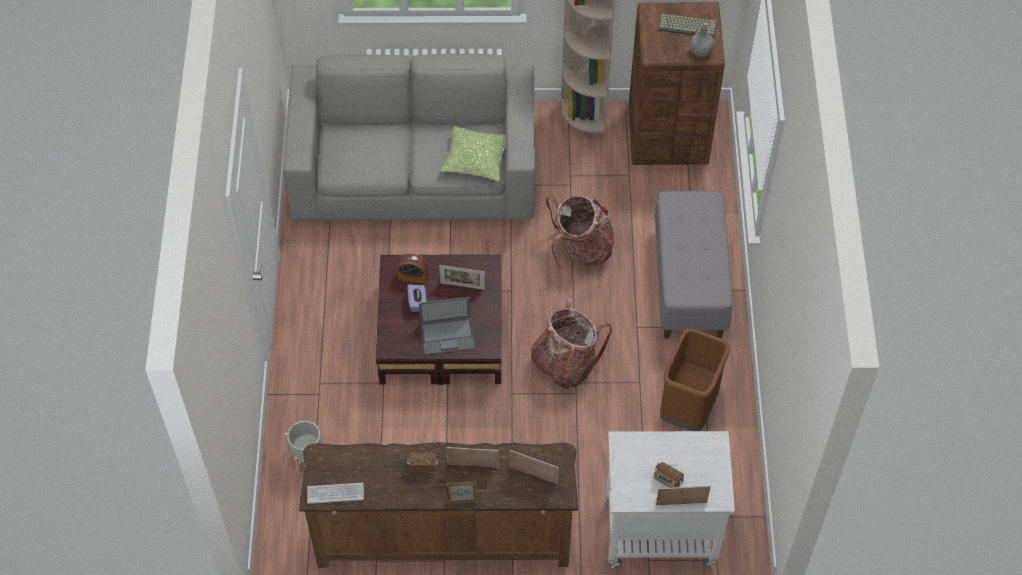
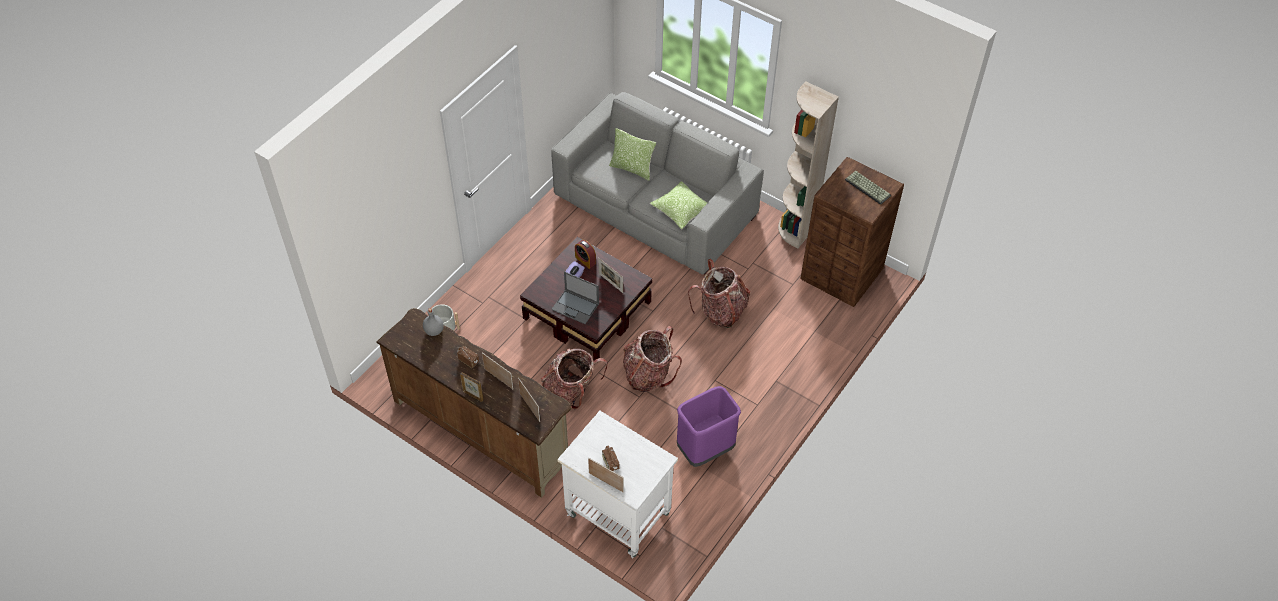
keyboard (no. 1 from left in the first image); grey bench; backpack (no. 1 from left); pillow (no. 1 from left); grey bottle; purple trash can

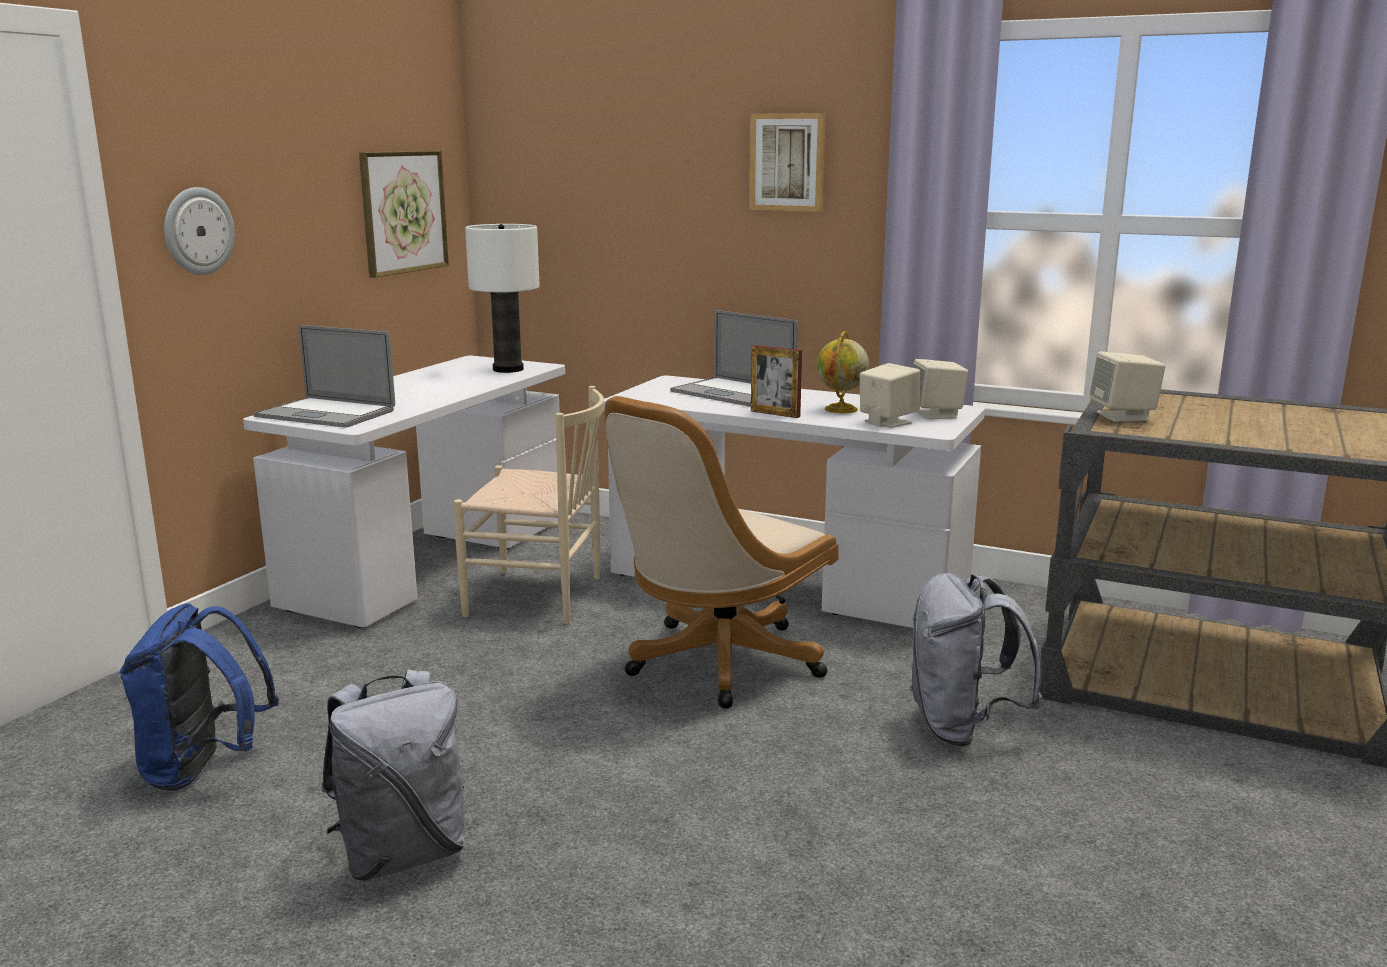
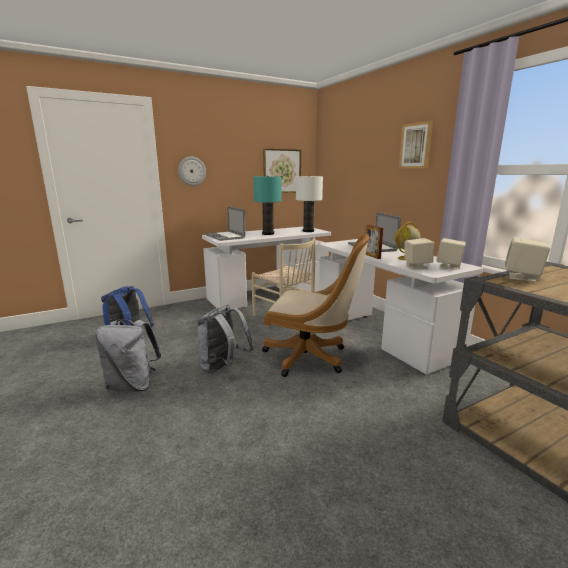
turquoise table lamp; grey backpack (no. 2 from left); office chair

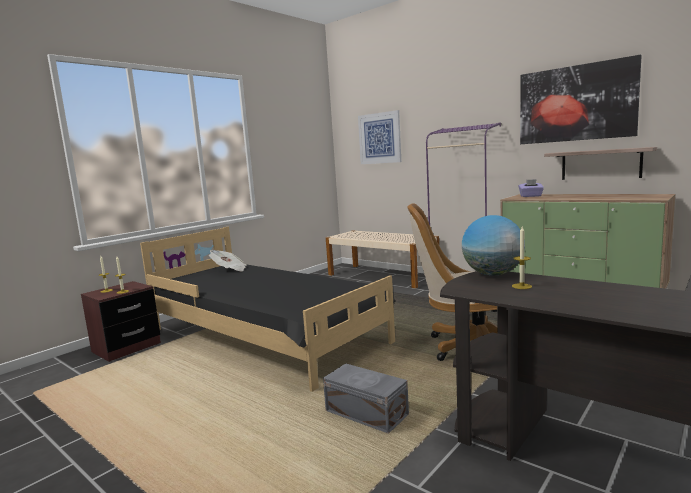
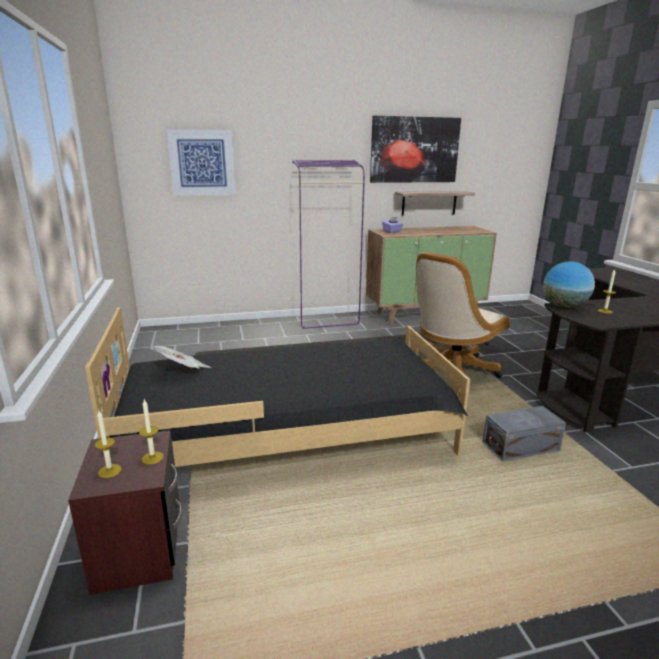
beige bench

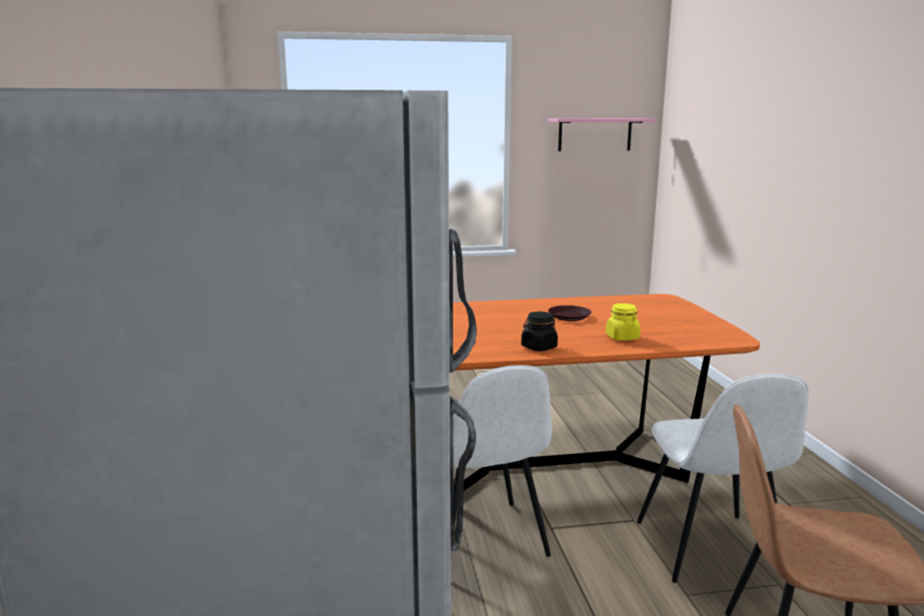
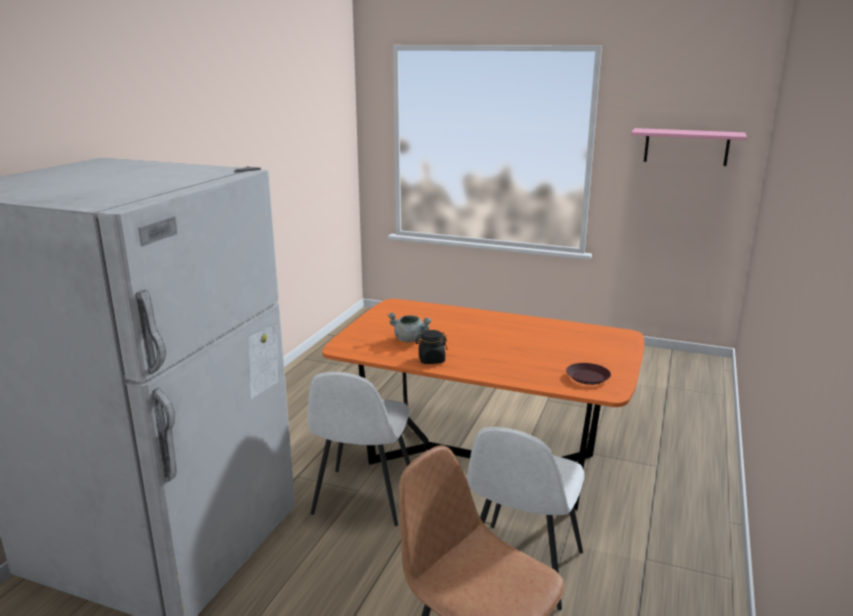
yellow jar; grey cooking pot; brown plate

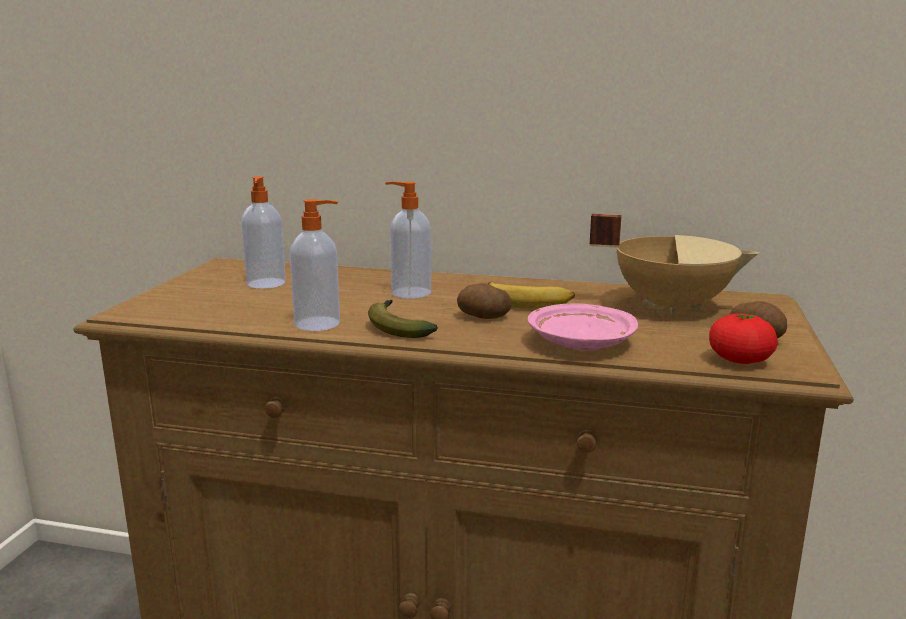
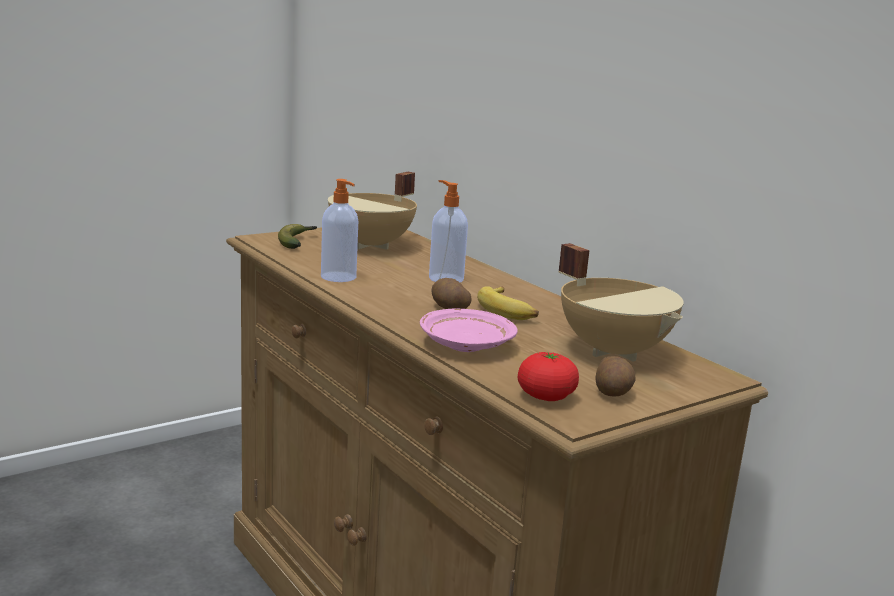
banana (no. 1 from left); beige cooking pot (no. 1 from left)

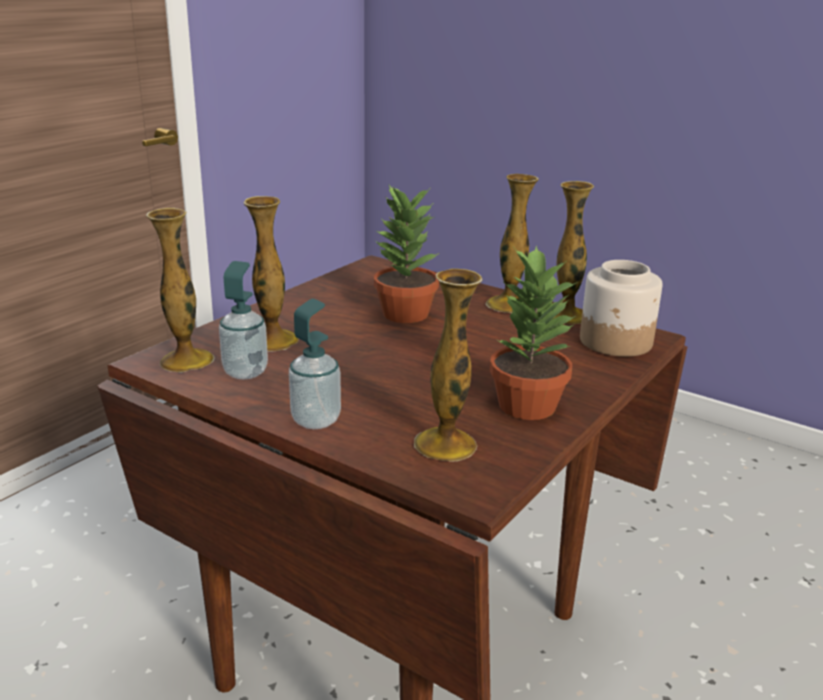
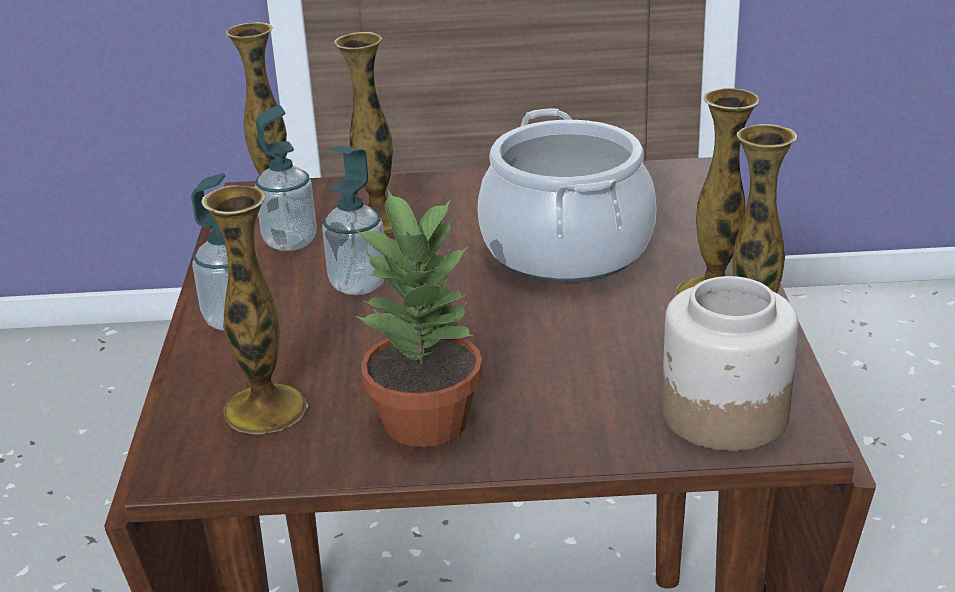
soap dispenser (no. 3 from left); cooking pot

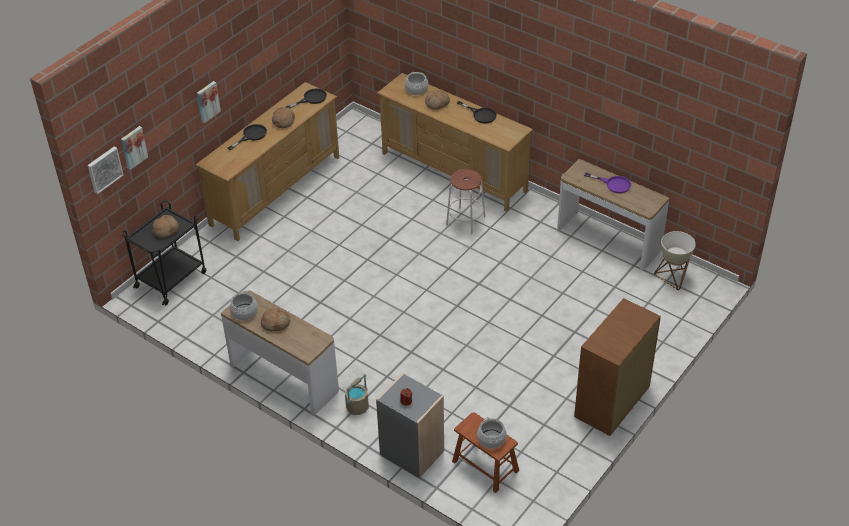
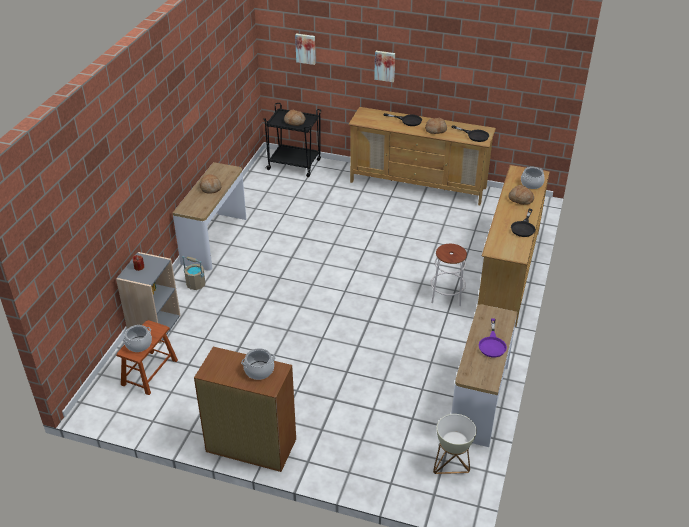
picture (no. 1 from left in the first image); cooking pot (no. 2 from left)

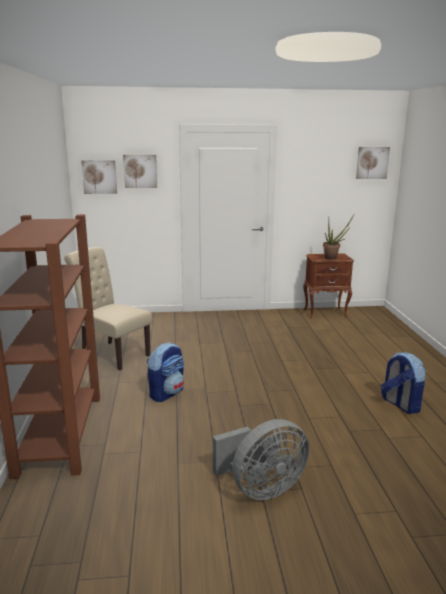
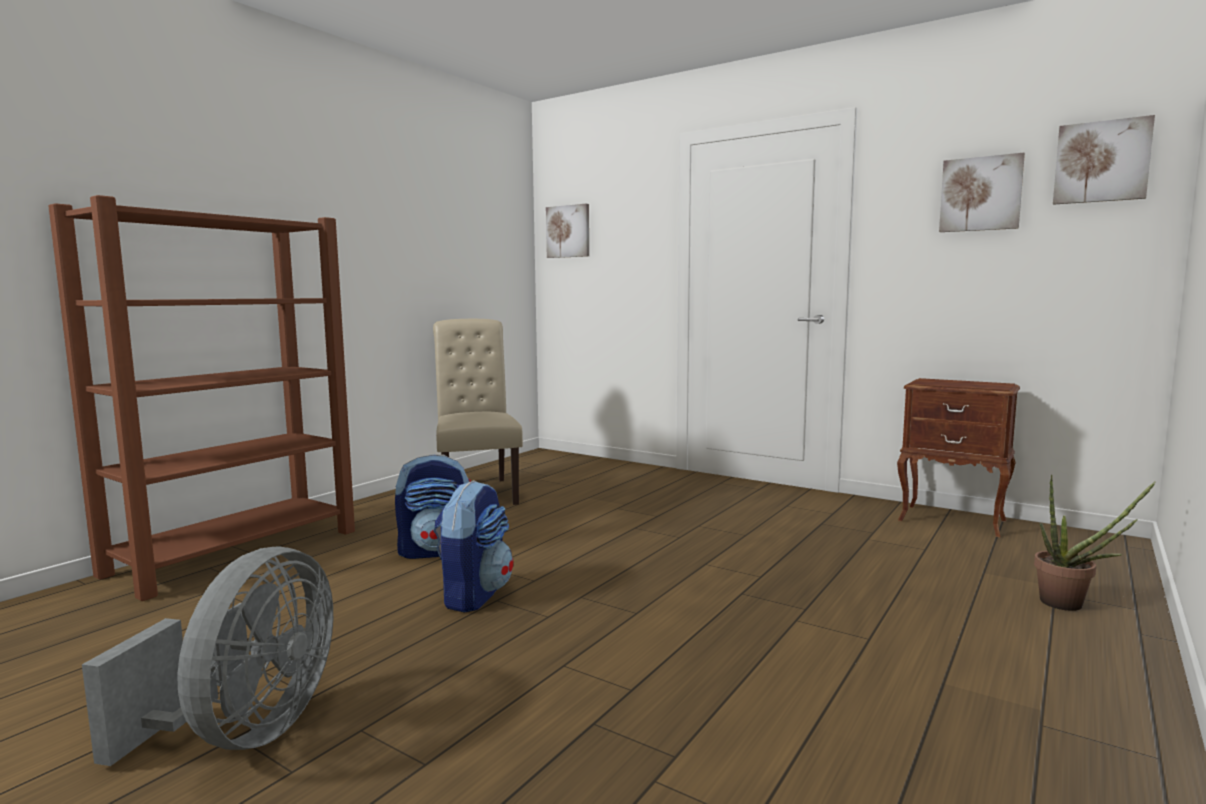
picture (no. 2 from left); potted plant; backpack (no. 2 from left); grey fan

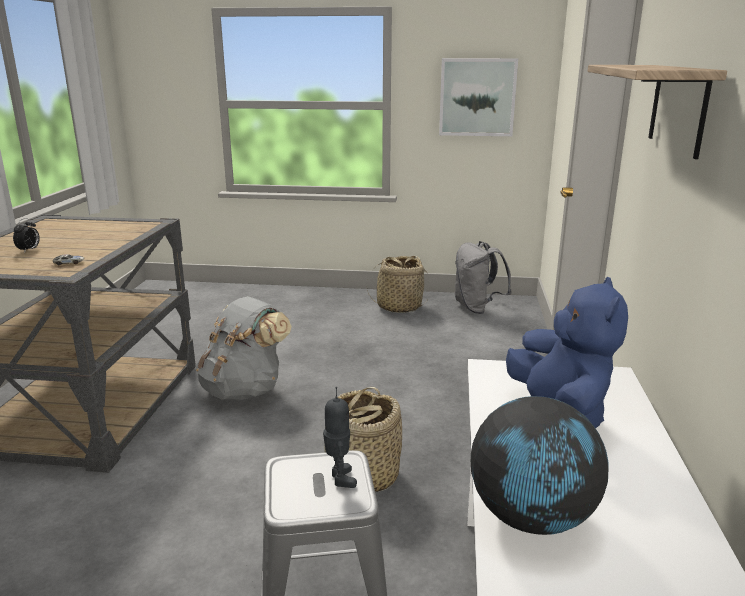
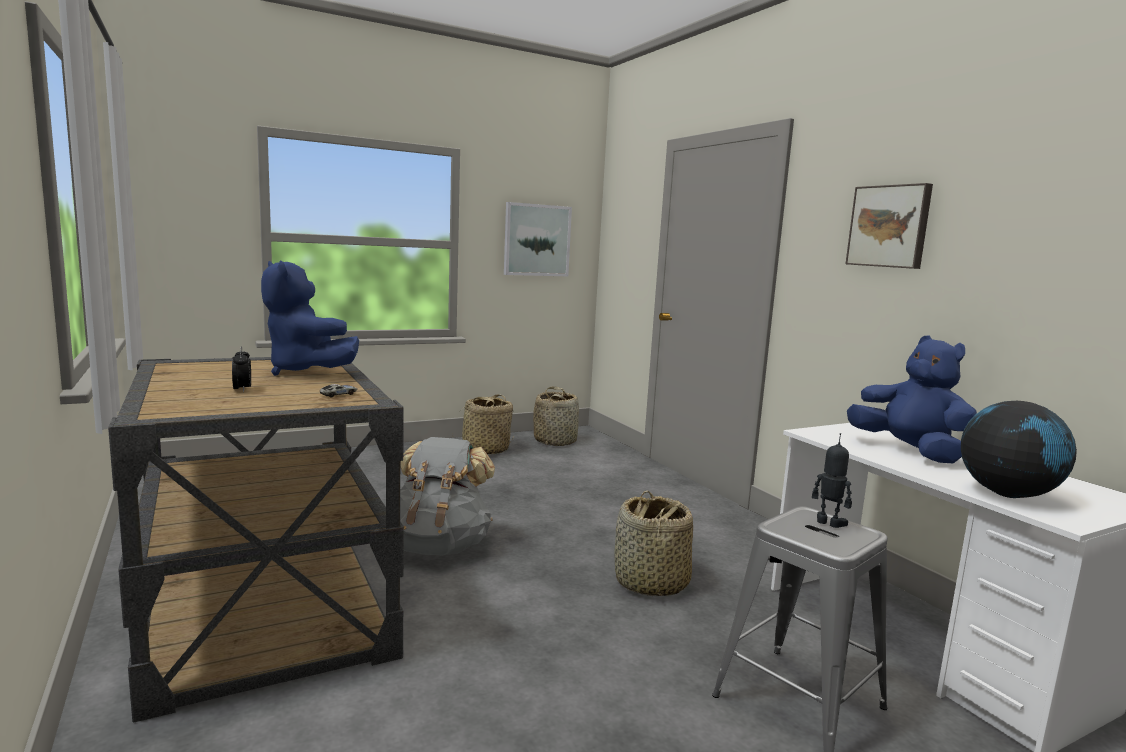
blue plush toy (no. 1 from left); basket (no. 2 from left); picture (no. 2 from left)

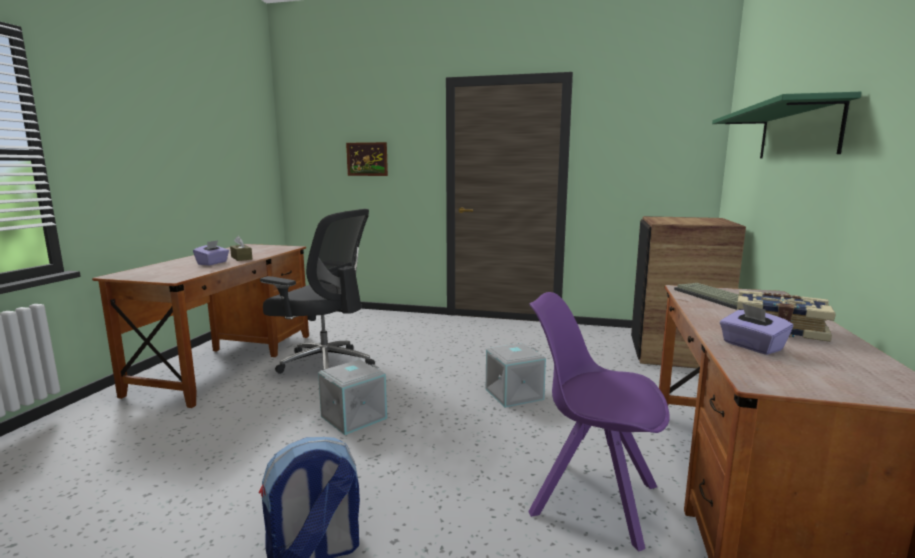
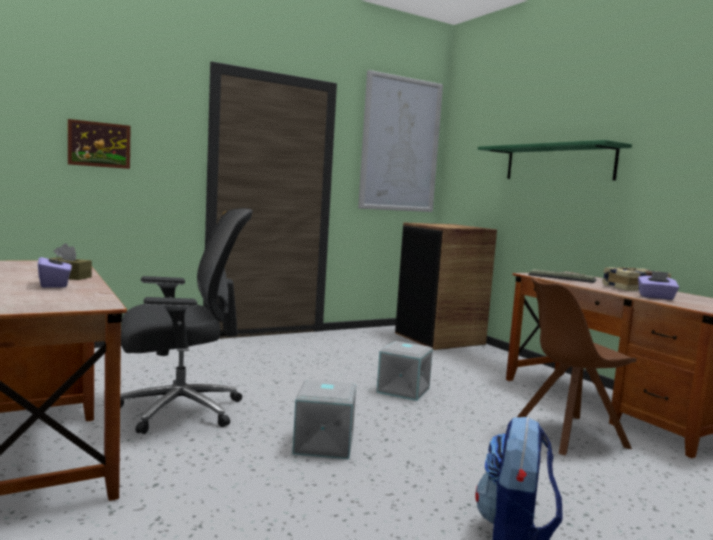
picture (no. 2 from left); brown chair

